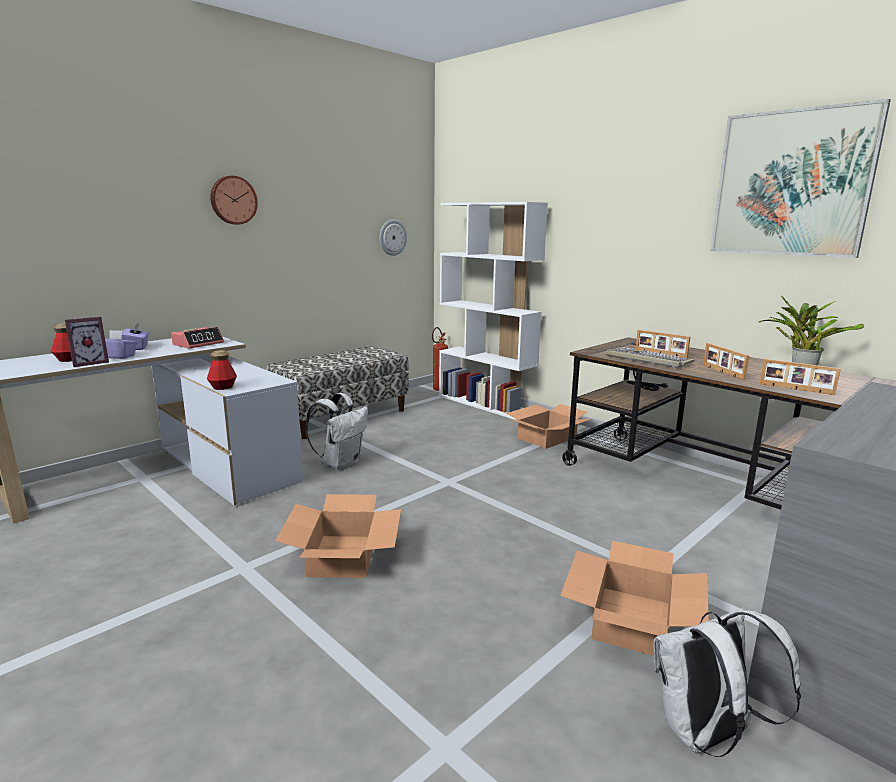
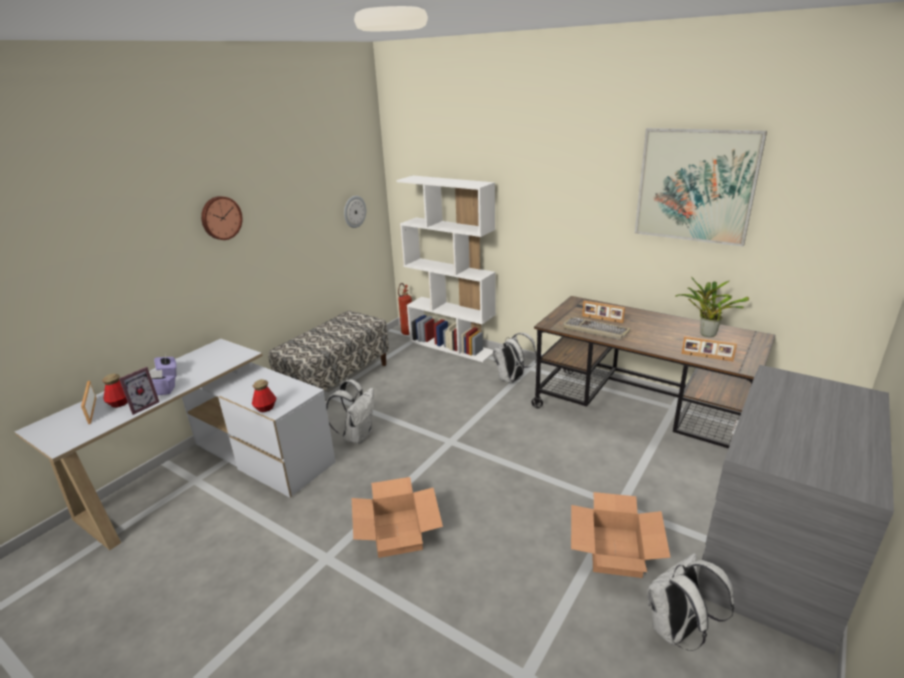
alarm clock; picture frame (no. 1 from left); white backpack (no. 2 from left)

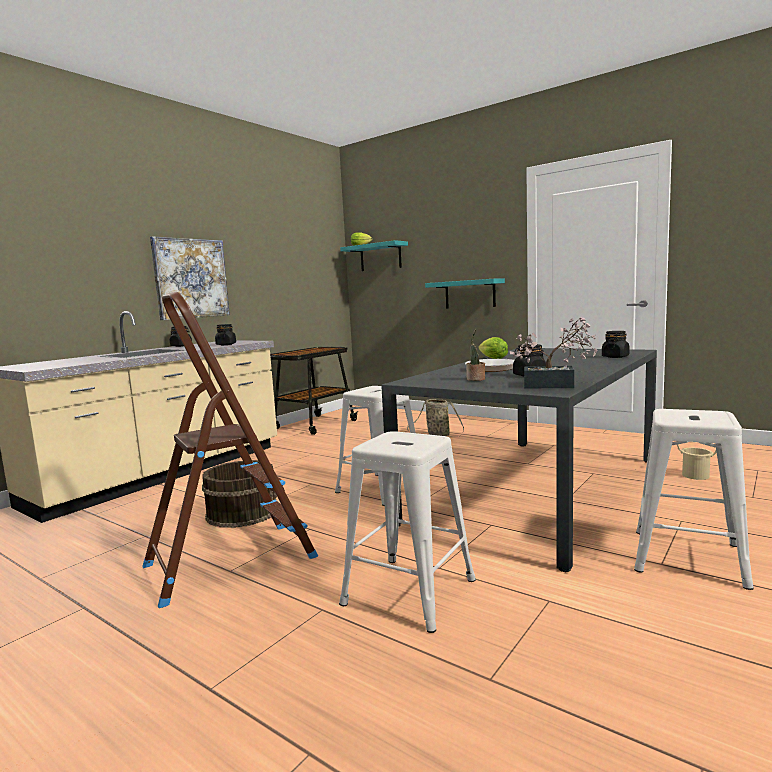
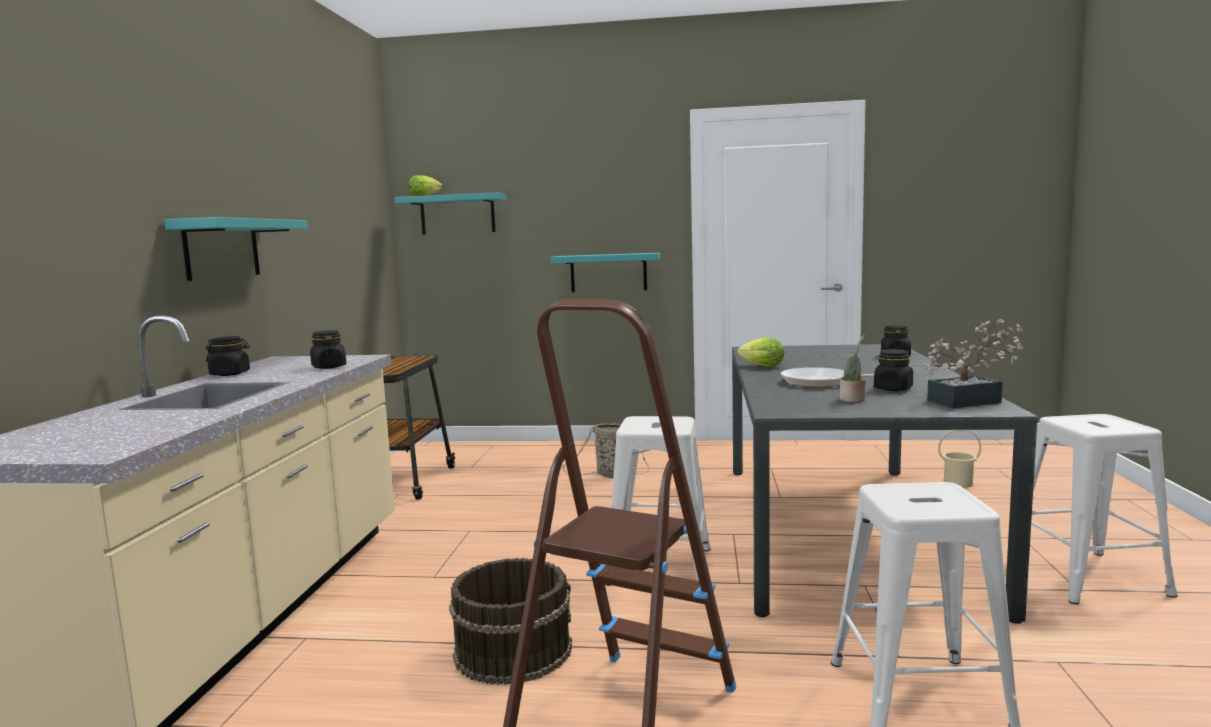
turquoise shelf (no. 1 from left)

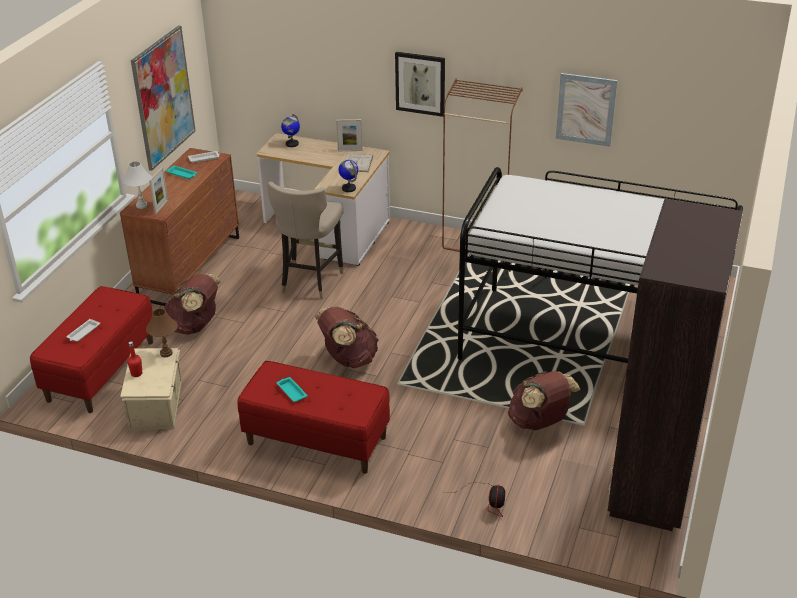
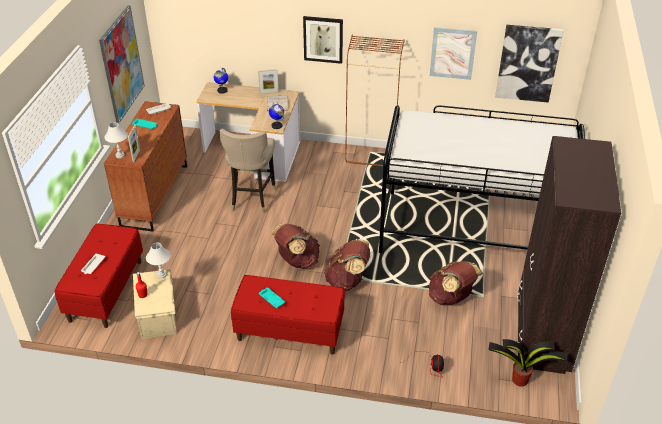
potted plant; picture (no. 4 from left); brown backpack (no. 2 from left); white table lamp (no. 2 from left)

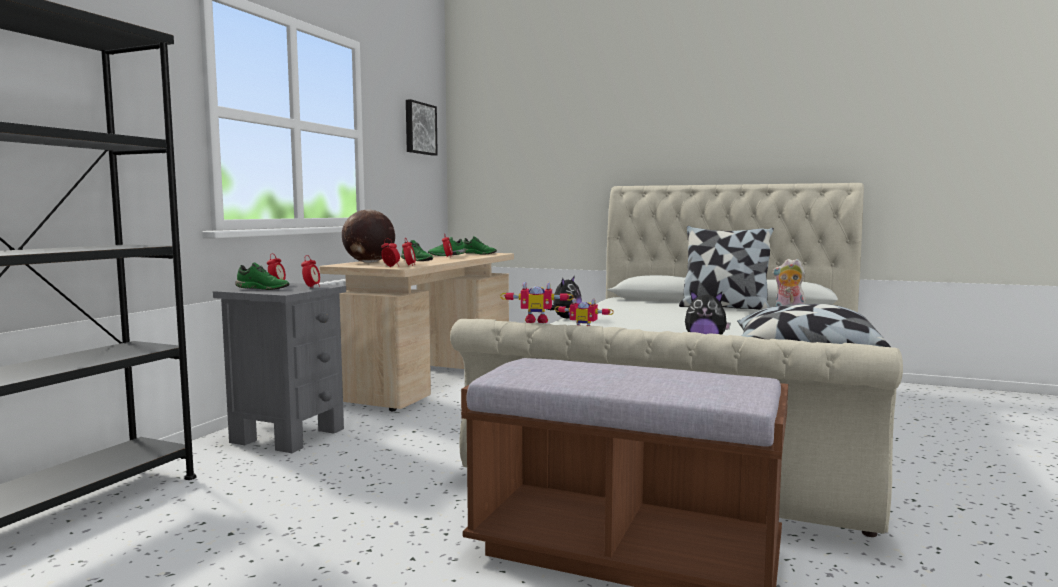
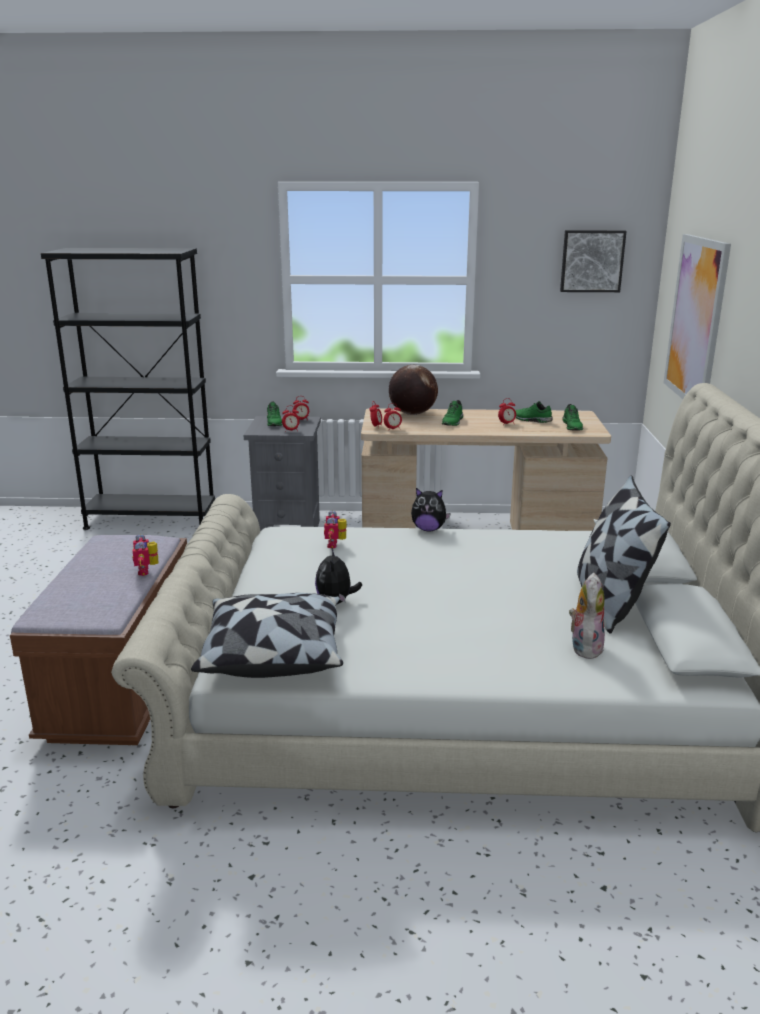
picture (no. 2 from left); toy robot (no. 1 from left)

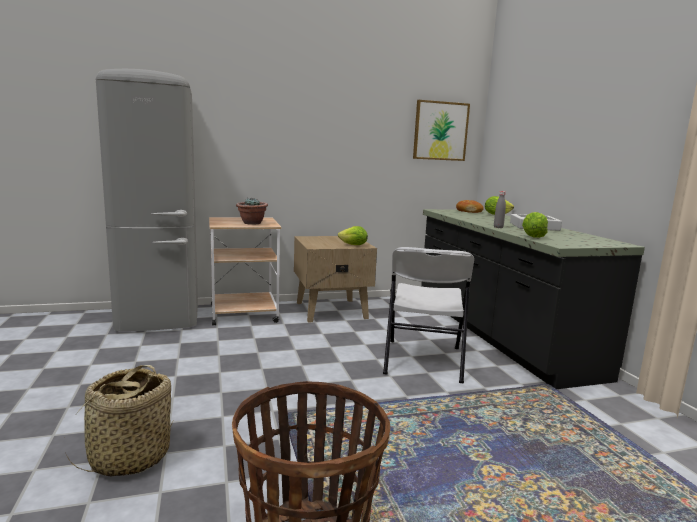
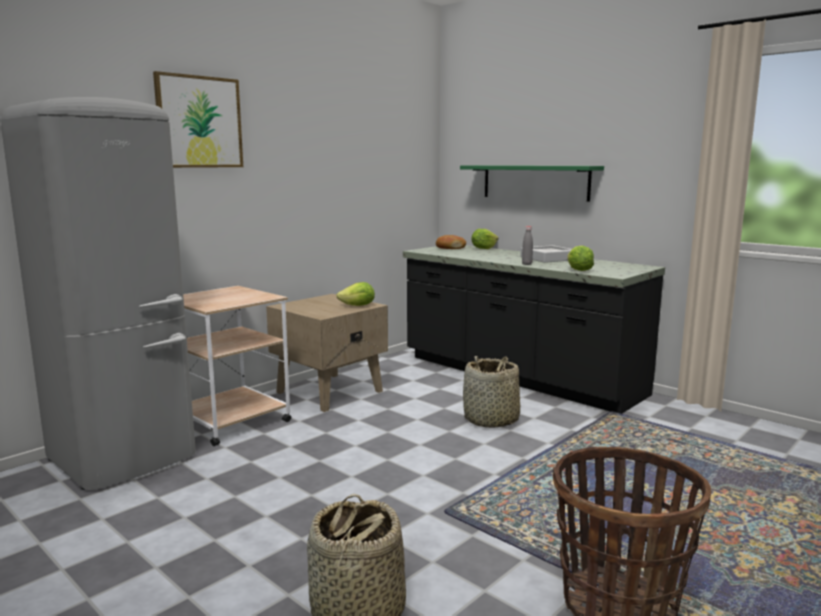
potted plant; green shelf; picture; basket (no. 2 from left)

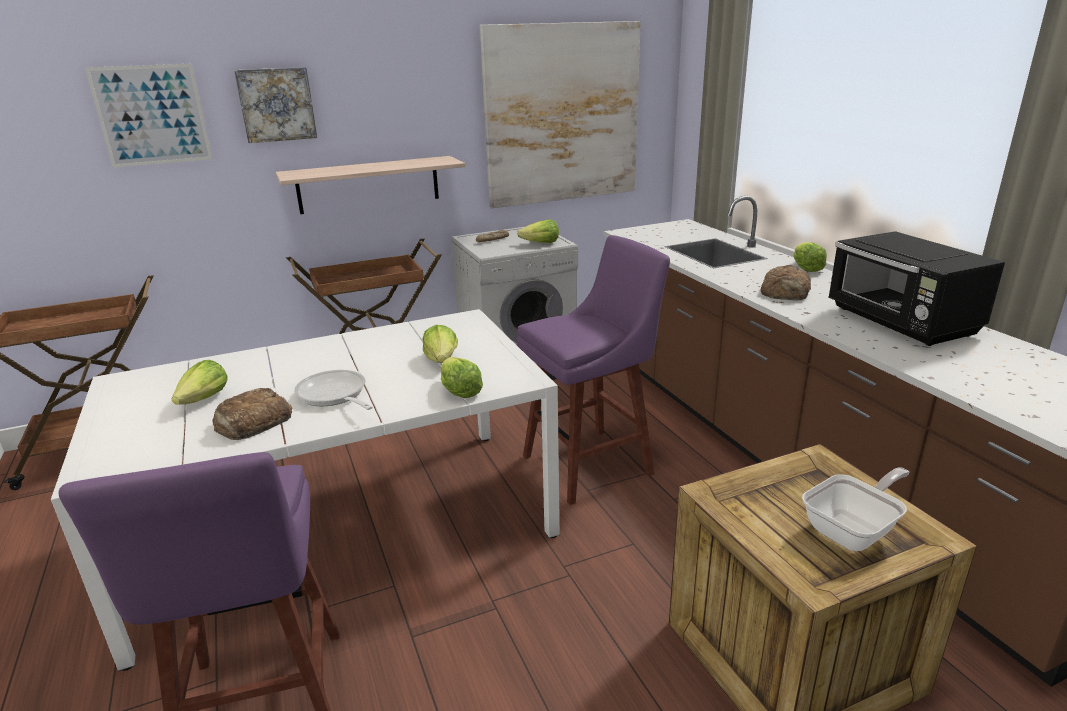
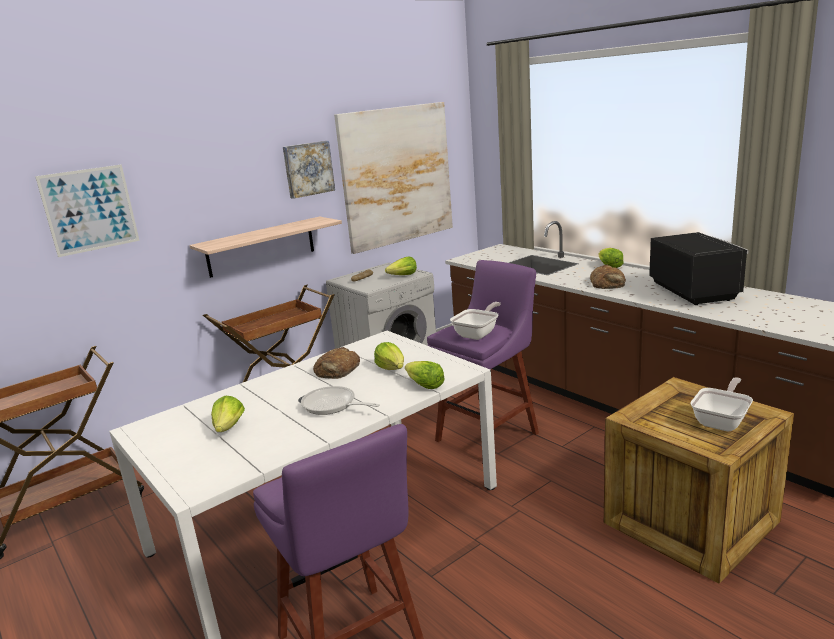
frying pan (no. 2 from left); bread (no. 1 from left); picture (no. 2 from left); black microwave

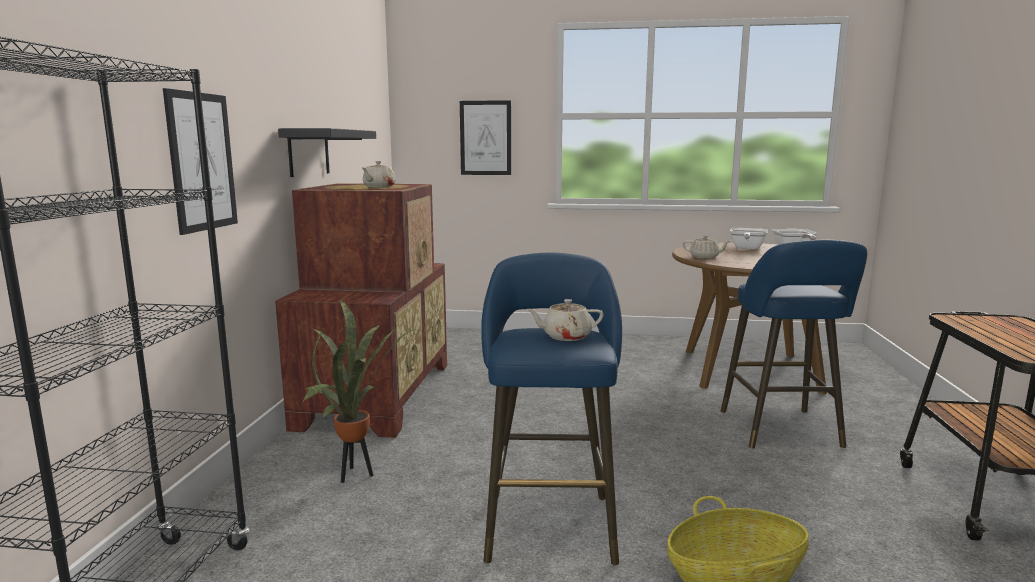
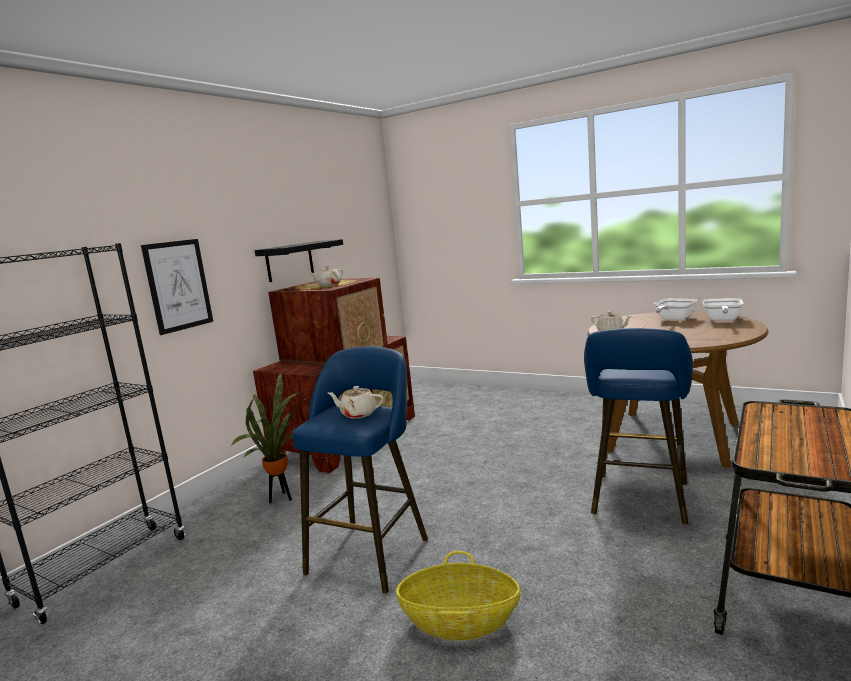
picture (no. 2 from left in the first image)

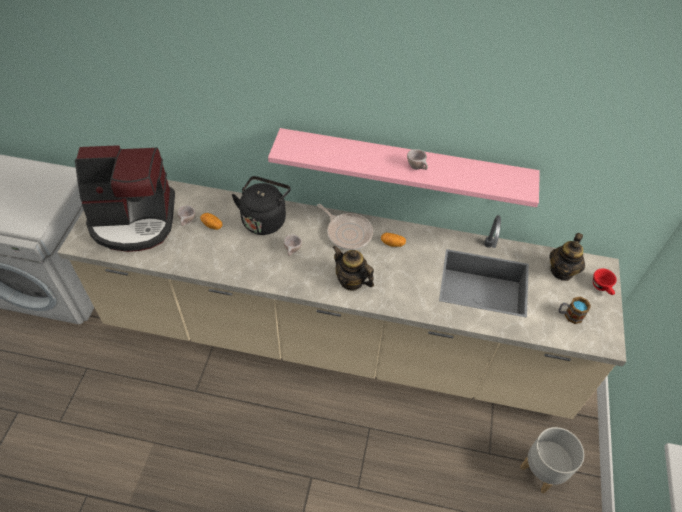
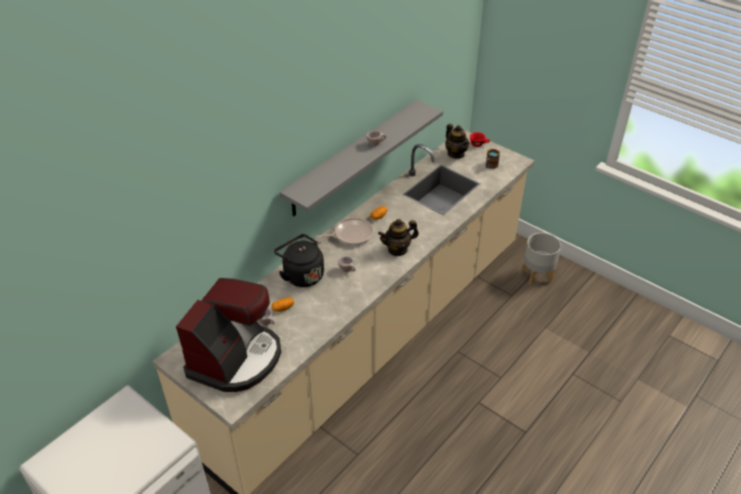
grey shelf

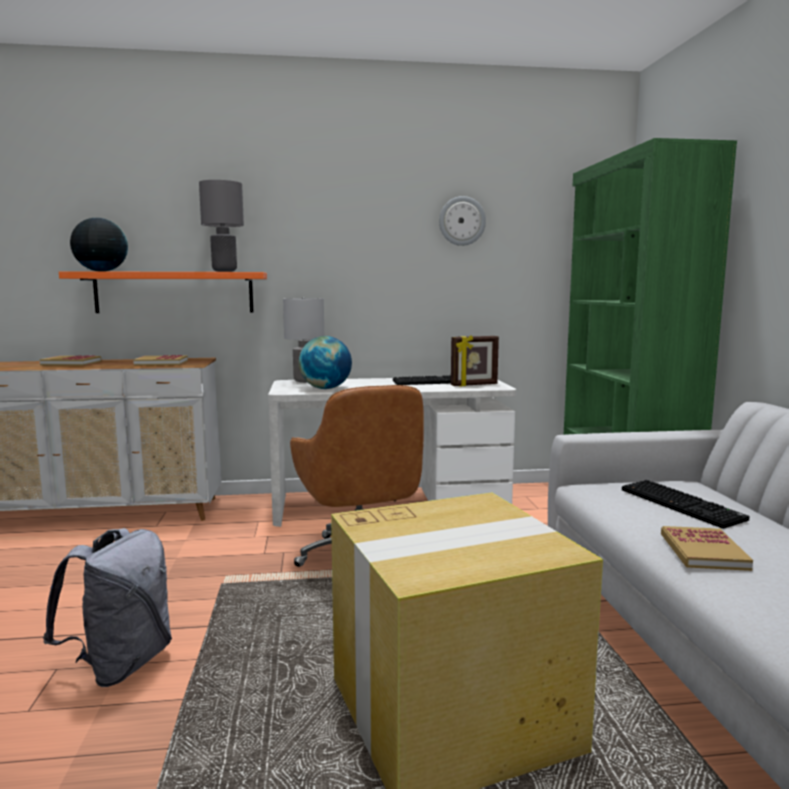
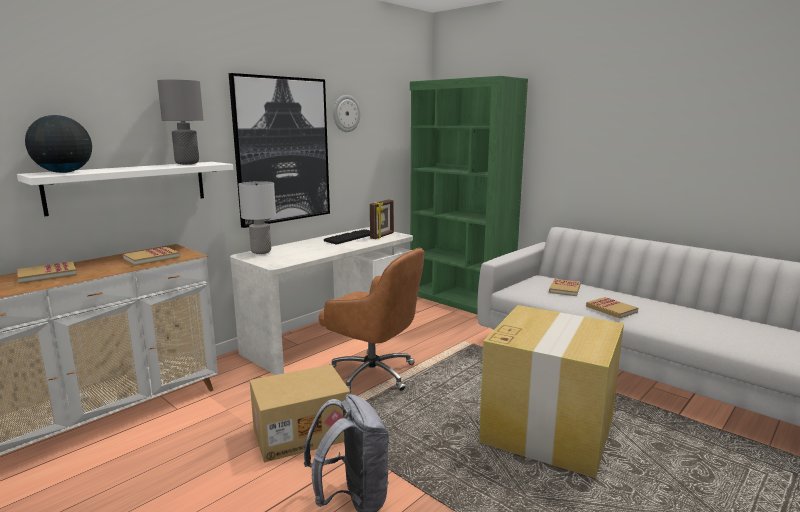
globe (no. 2 from left in the first image); picture; cardboard box (no. 1 from left); book (no. 3 from left); white shelf

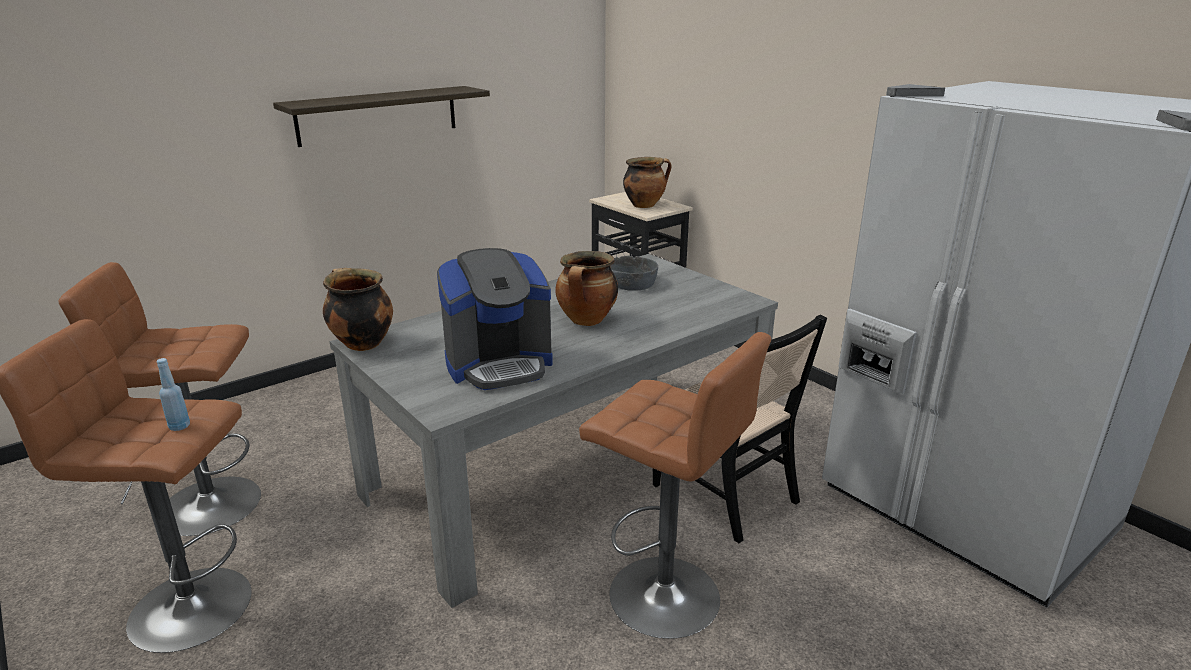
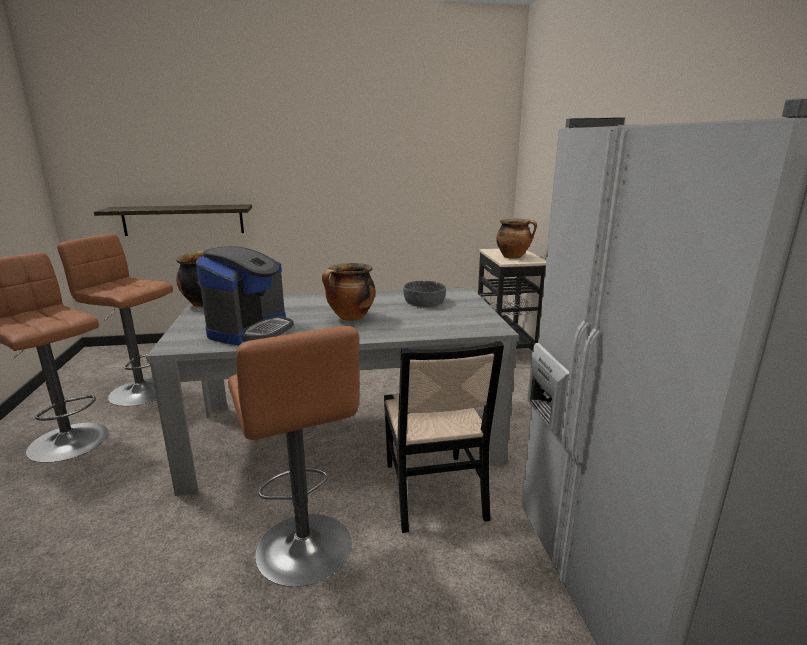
blue bottle; shelf; coffee machine

